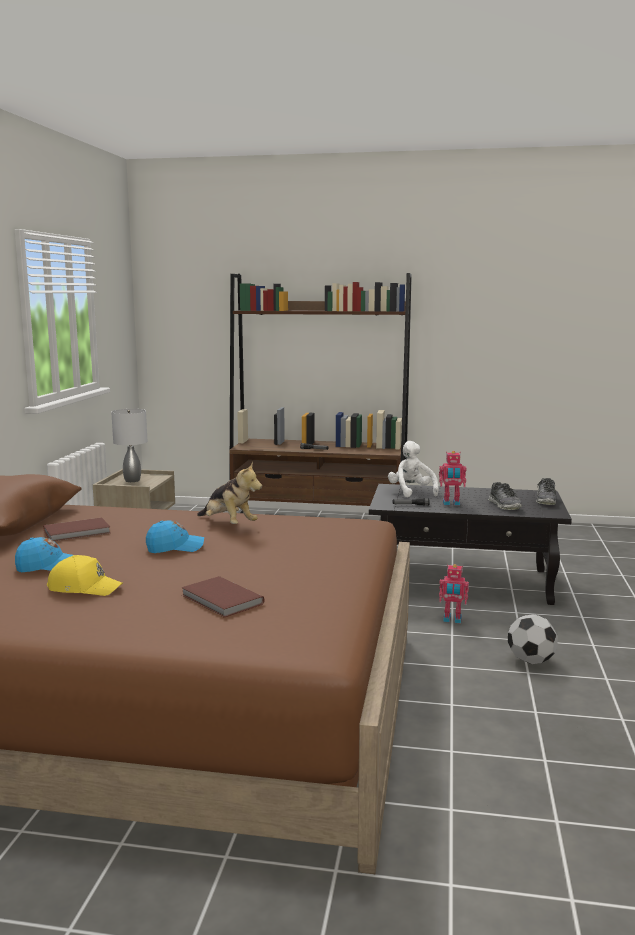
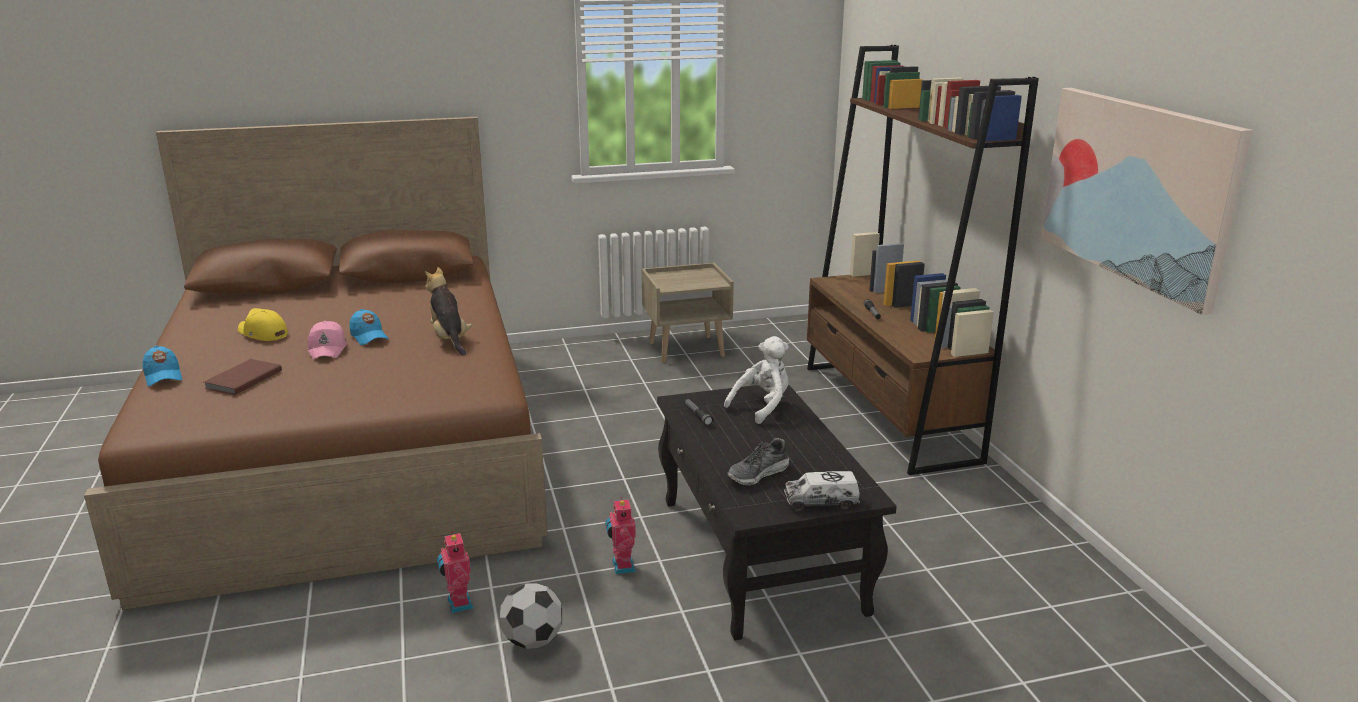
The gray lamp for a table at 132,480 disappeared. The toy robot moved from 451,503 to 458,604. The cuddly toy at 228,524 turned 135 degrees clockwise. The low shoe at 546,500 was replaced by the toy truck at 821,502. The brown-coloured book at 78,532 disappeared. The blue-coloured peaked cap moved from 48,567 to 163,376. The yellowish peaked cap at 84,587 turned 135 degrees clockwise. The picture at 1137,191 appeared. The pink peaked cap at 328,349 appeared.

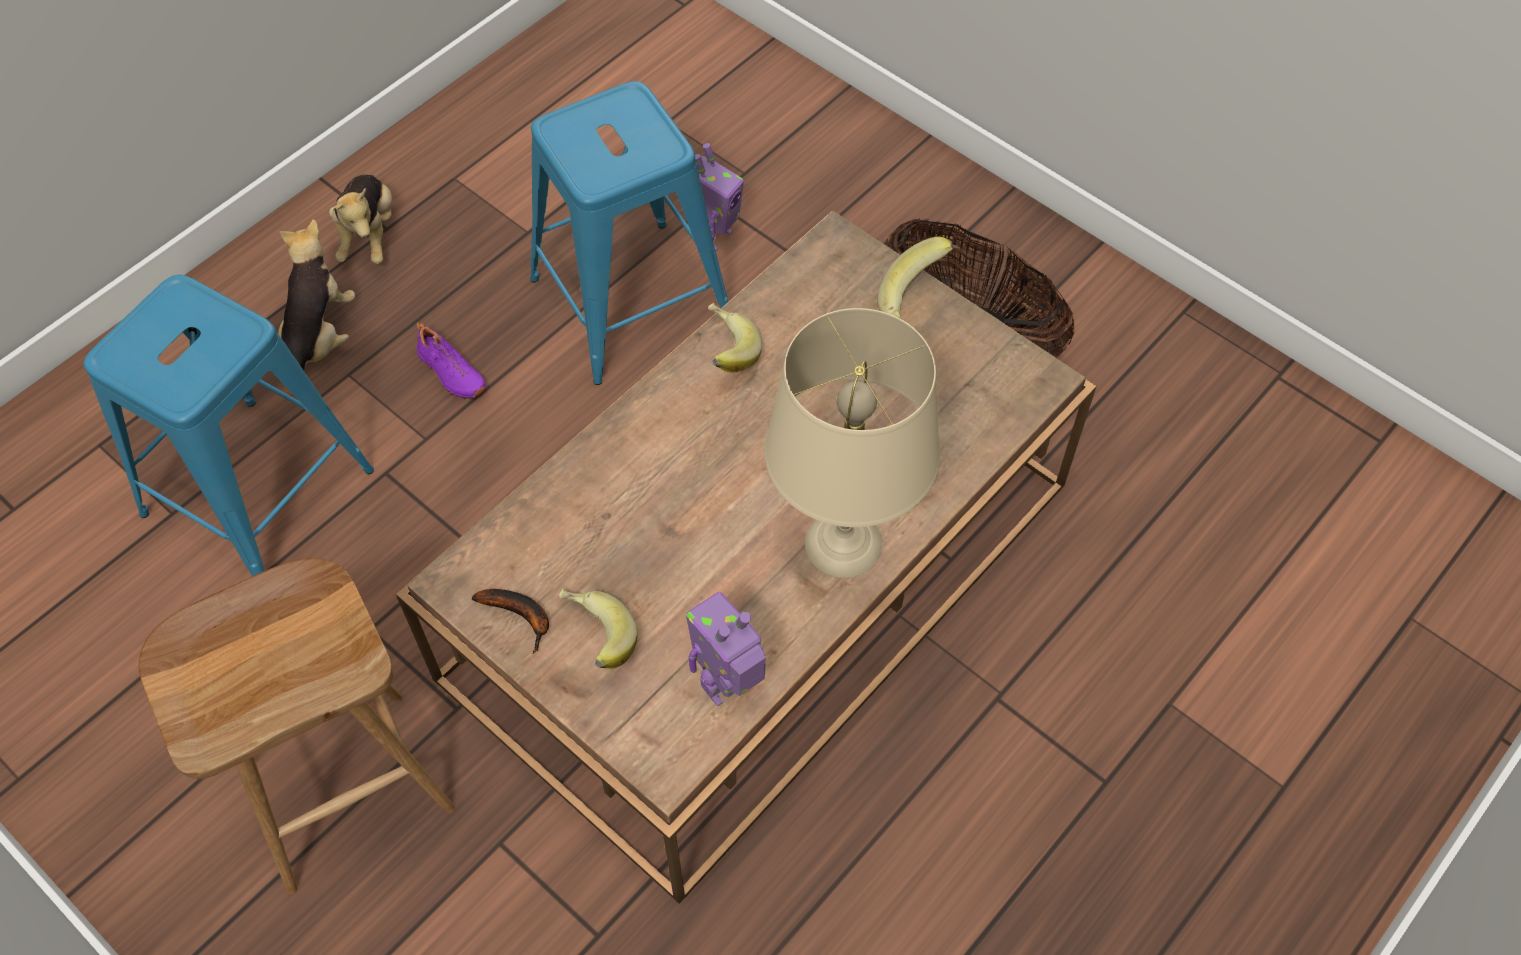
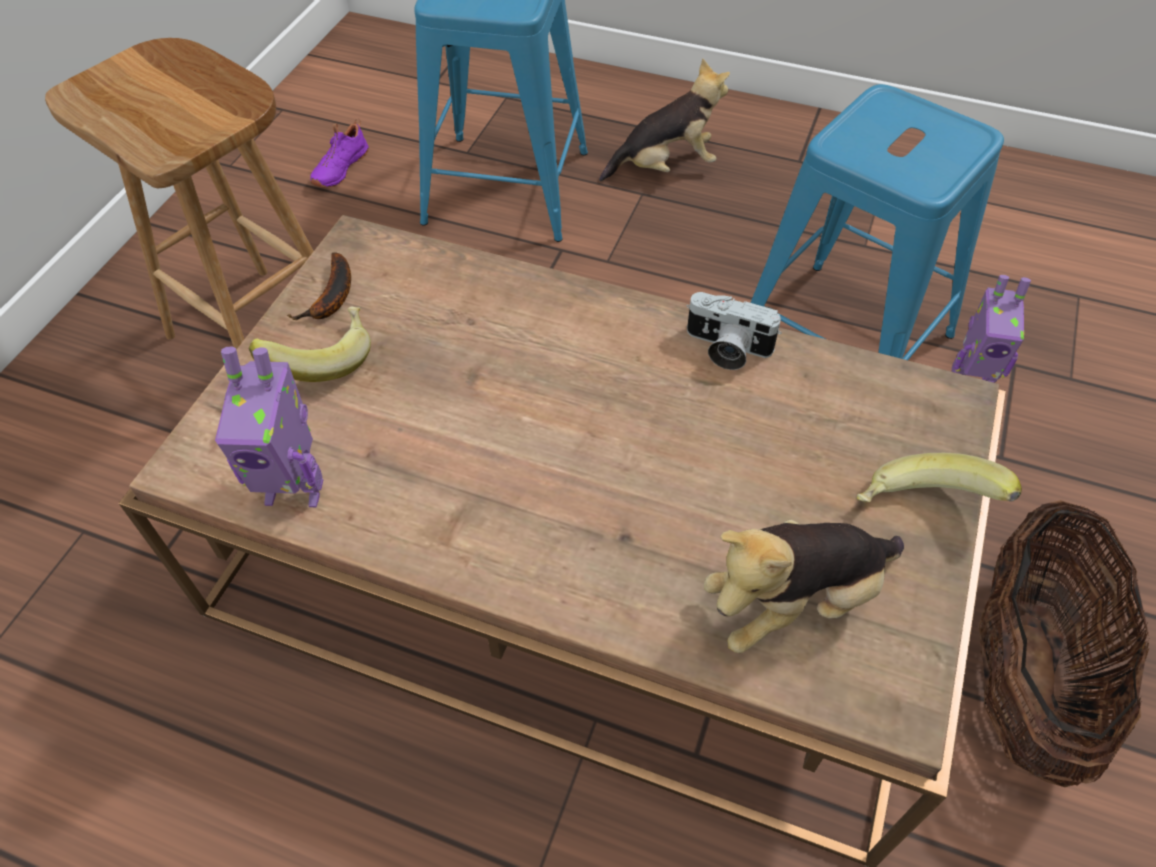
The cuddly toy moved from 369,235 to 795,601. The banana fruit at 724,352 was replaced by the photo camera at 726,349. The beige-coloured lamp for a table at 844,544 disappeared. The purplish low shoe moved from 450,373 to 339,168. The toy robot at 729,686 turned 150 degrees clockwise.

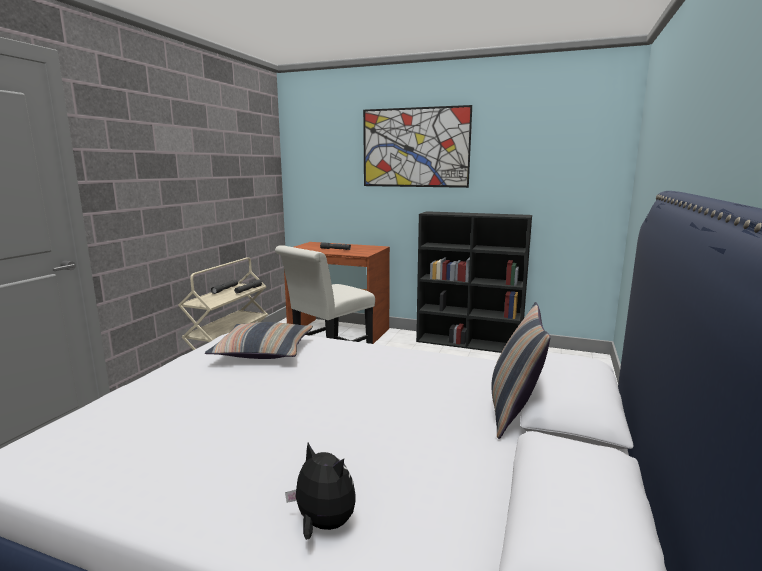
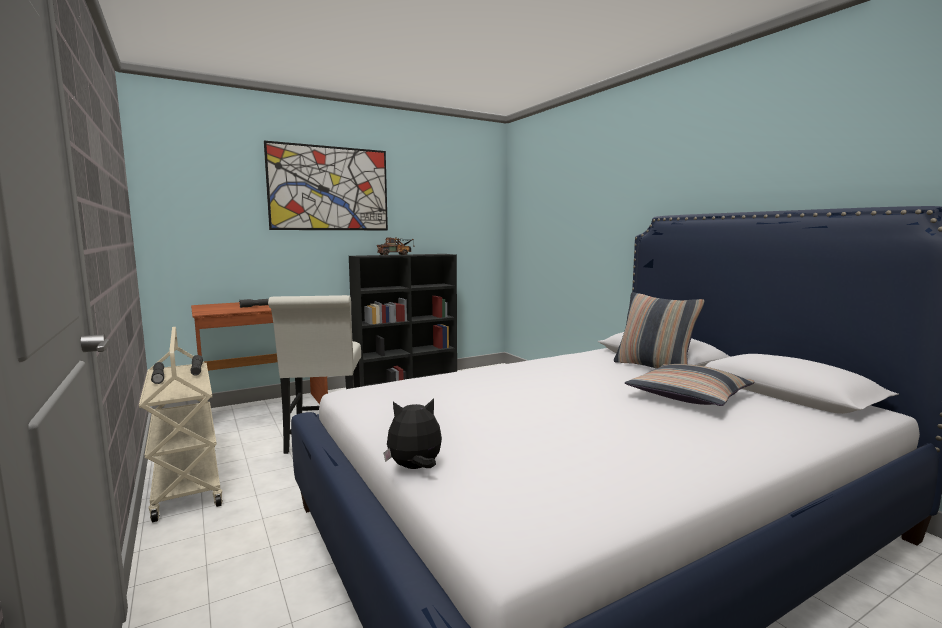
The pillow moved from 264,351 to 688,396. The cuddly toy moved from 323,525 to 415,468. The toy truck at 396,255 appeared.

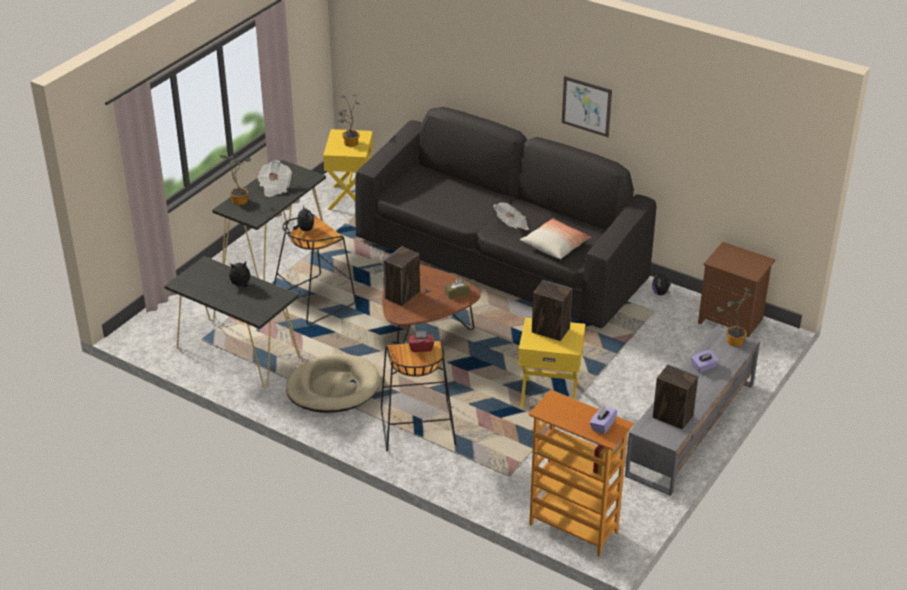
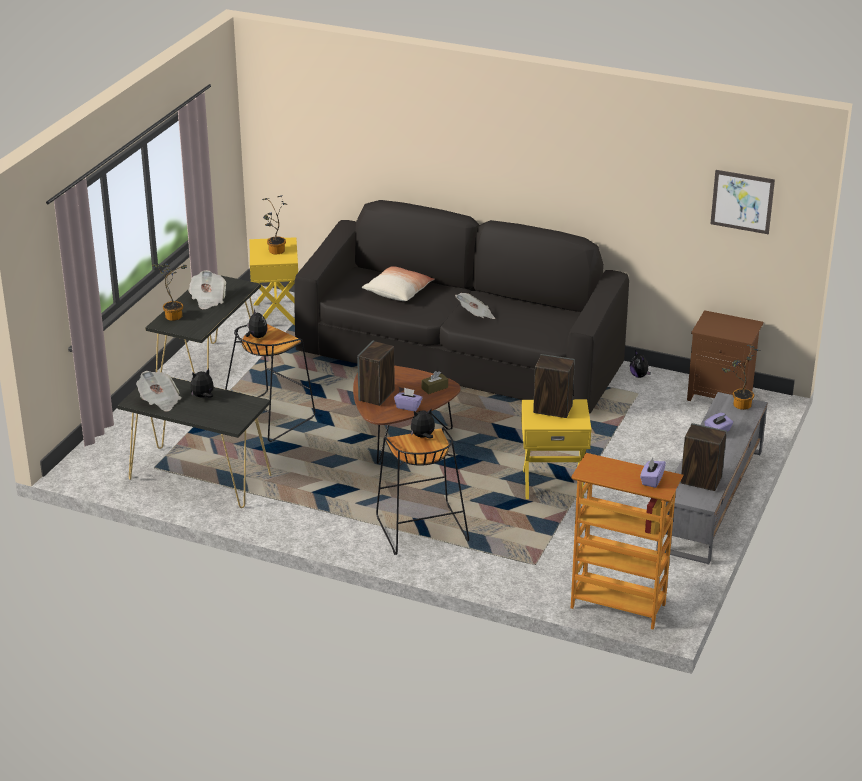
The picture moved from 586,106 to 742,201. The pillow moved from 555,246 to 398,292. The reddish tissue holder at 421,348 was replaced by the cuddly toy at 423,437. The beige-coloured dog cushion at 333,387 disappeared. The daily paper at 159,401 appeared. The purplish tissue holder at 408,406 appeared.

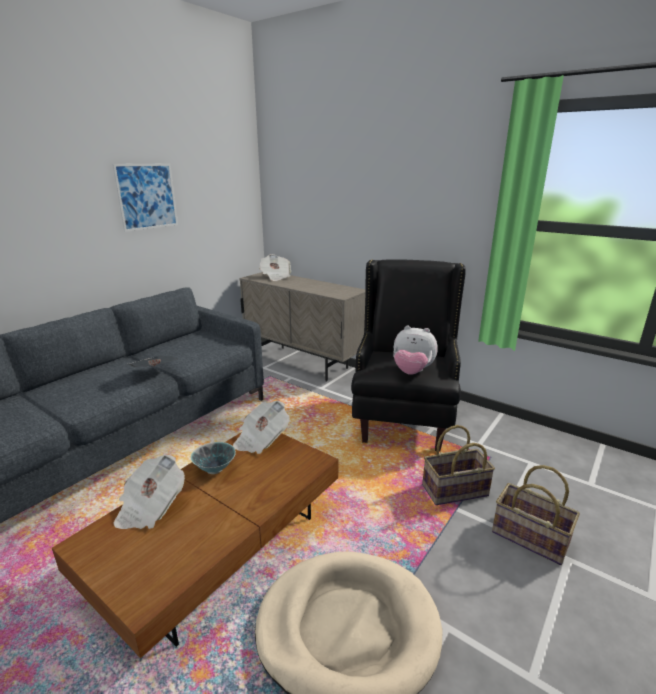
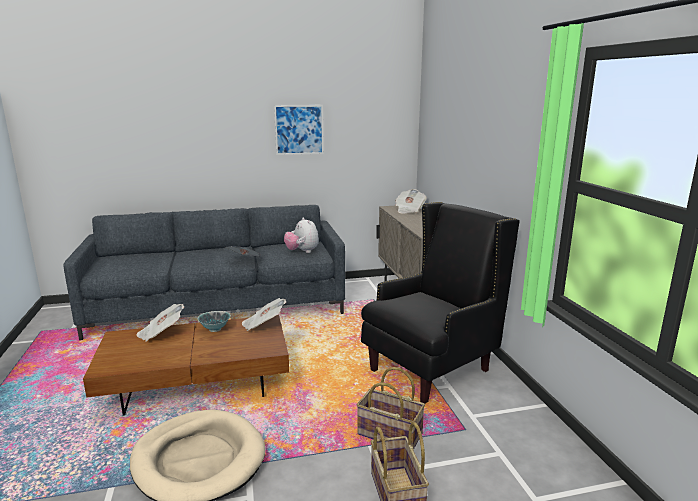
The cuddly toy moved from 412,372 to 302,252.

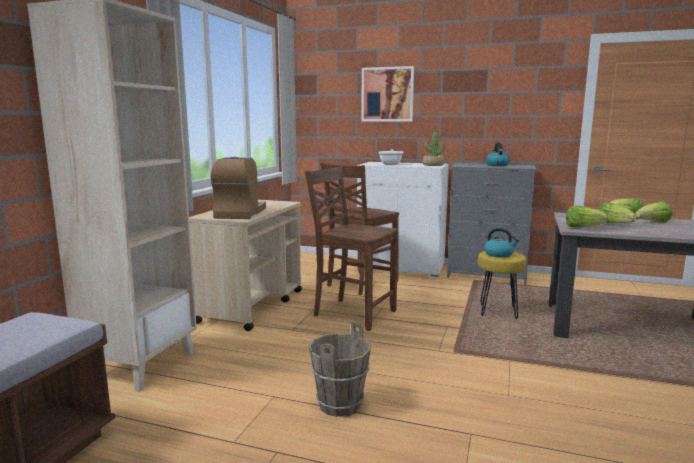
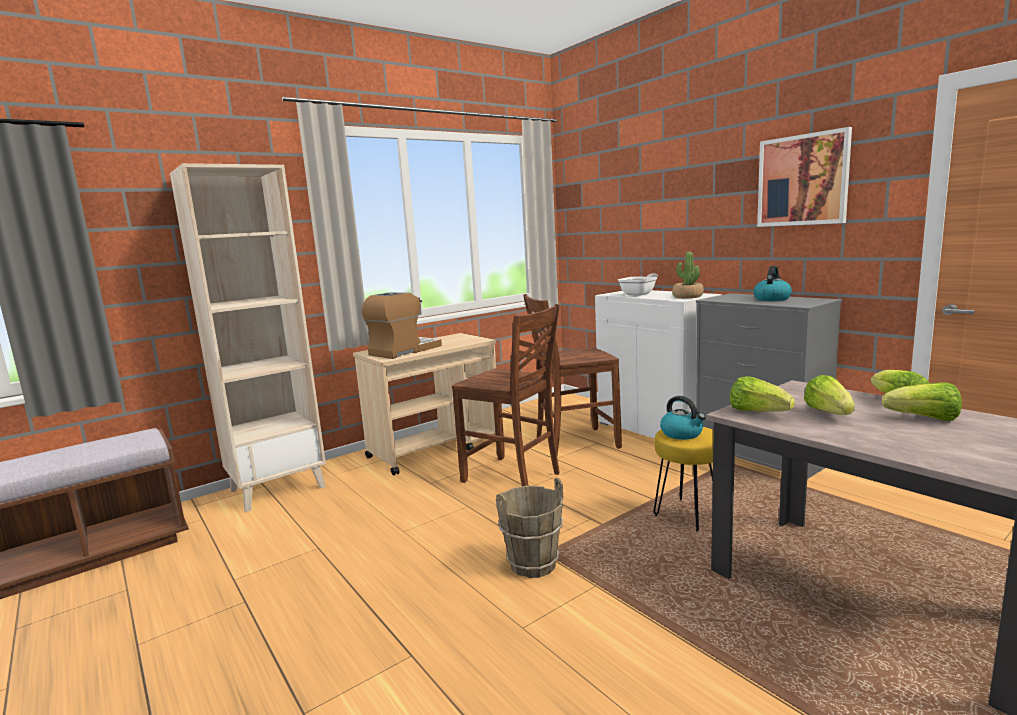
The picture moved from 387,94 to 802,180. The brown-coloured upright chair at 353,313 turned 150 degrees clockwise. The brown-coloured bucket moved from 339,405 to 532,564.

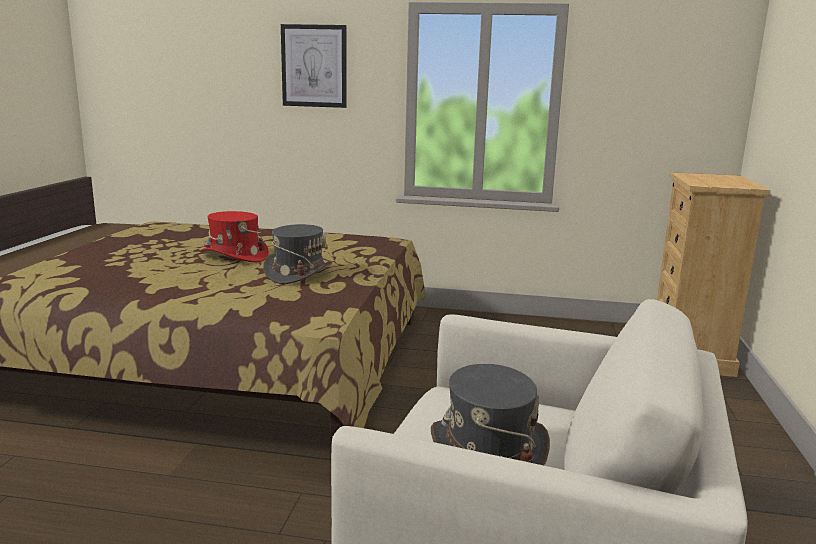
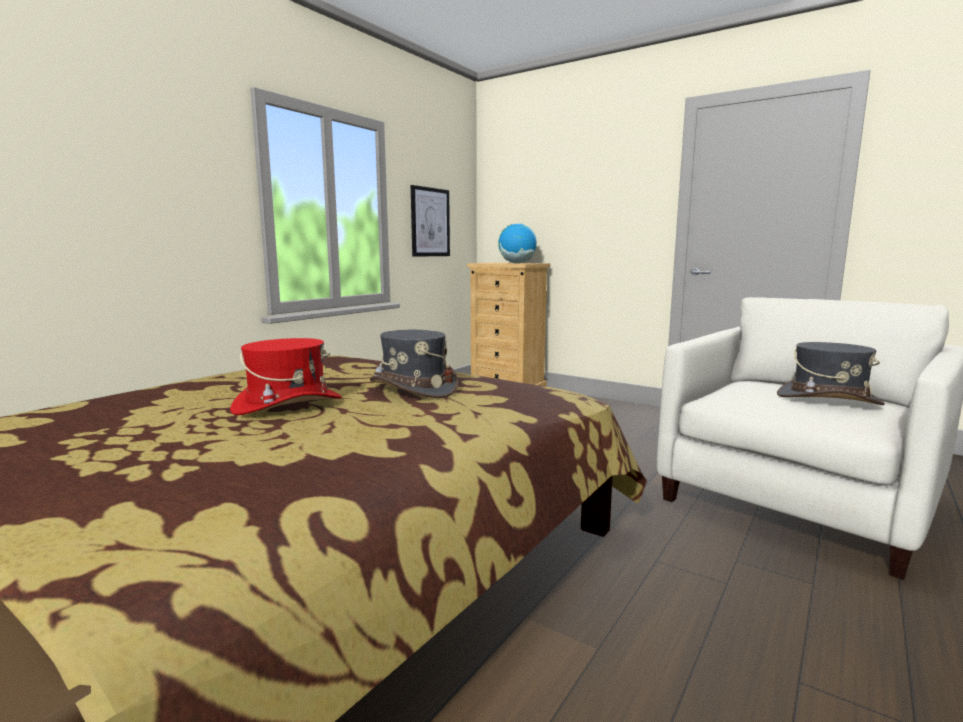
The picture moved from 314,66 to 430,222. The globe at 517,263 appeared.

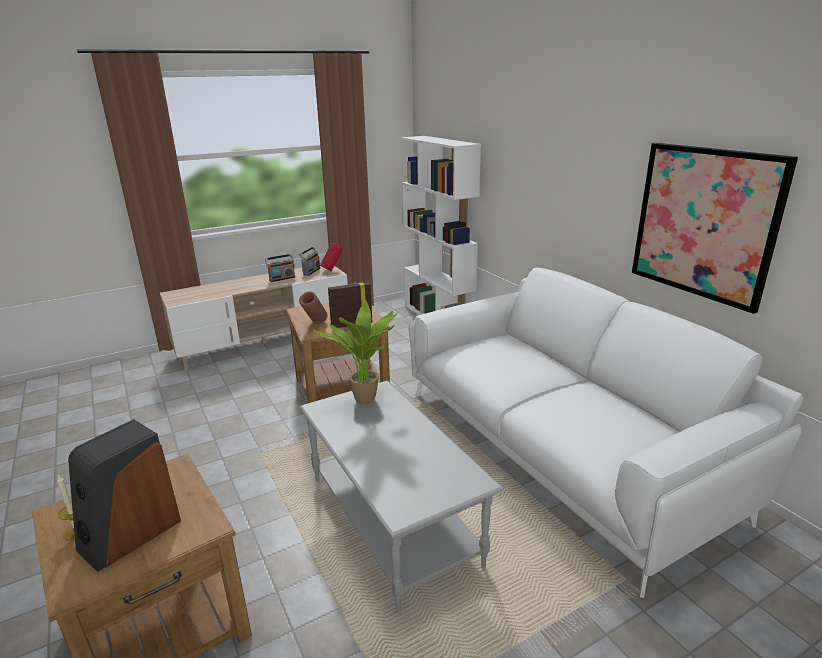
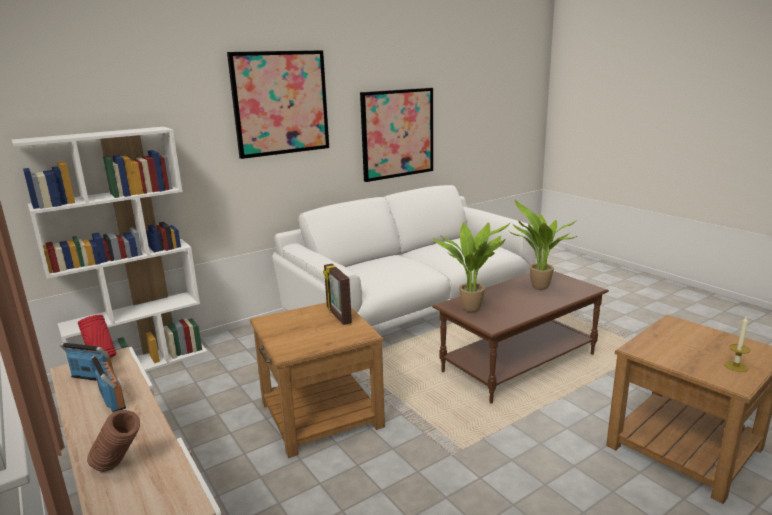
The brown-coloured flower vase moved from 315,324 to 120,467. The gray lounge table at 393,520 became the brown-coloured lounge table at 518,362. The speaker at 130,533 disappeared. The picture at 280,103 appeared. The houseplant at 538,288 appeared.

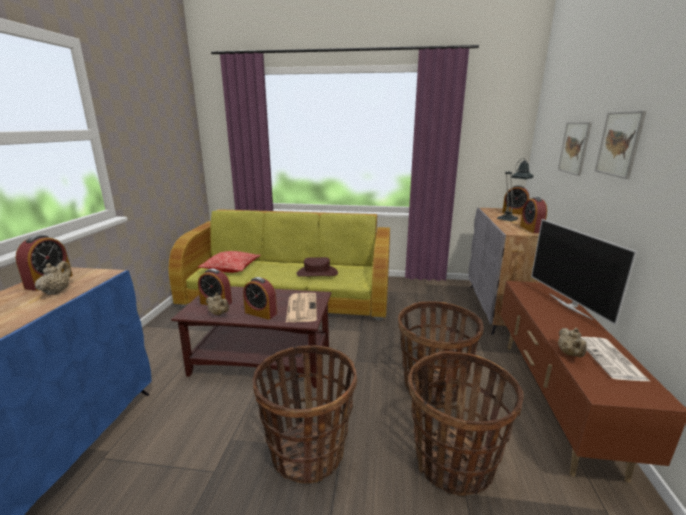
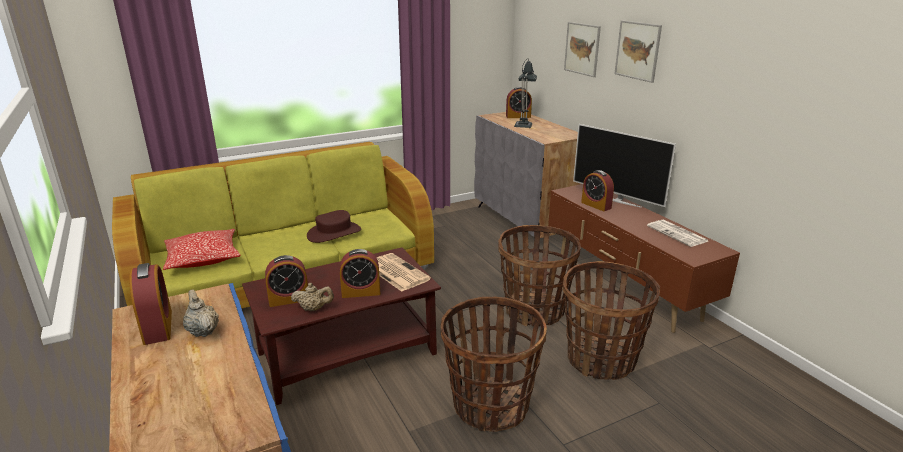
The alarm clock moved from 531,229 to 596,205. The beige-coloured teapot at 569,354 disappeared.

